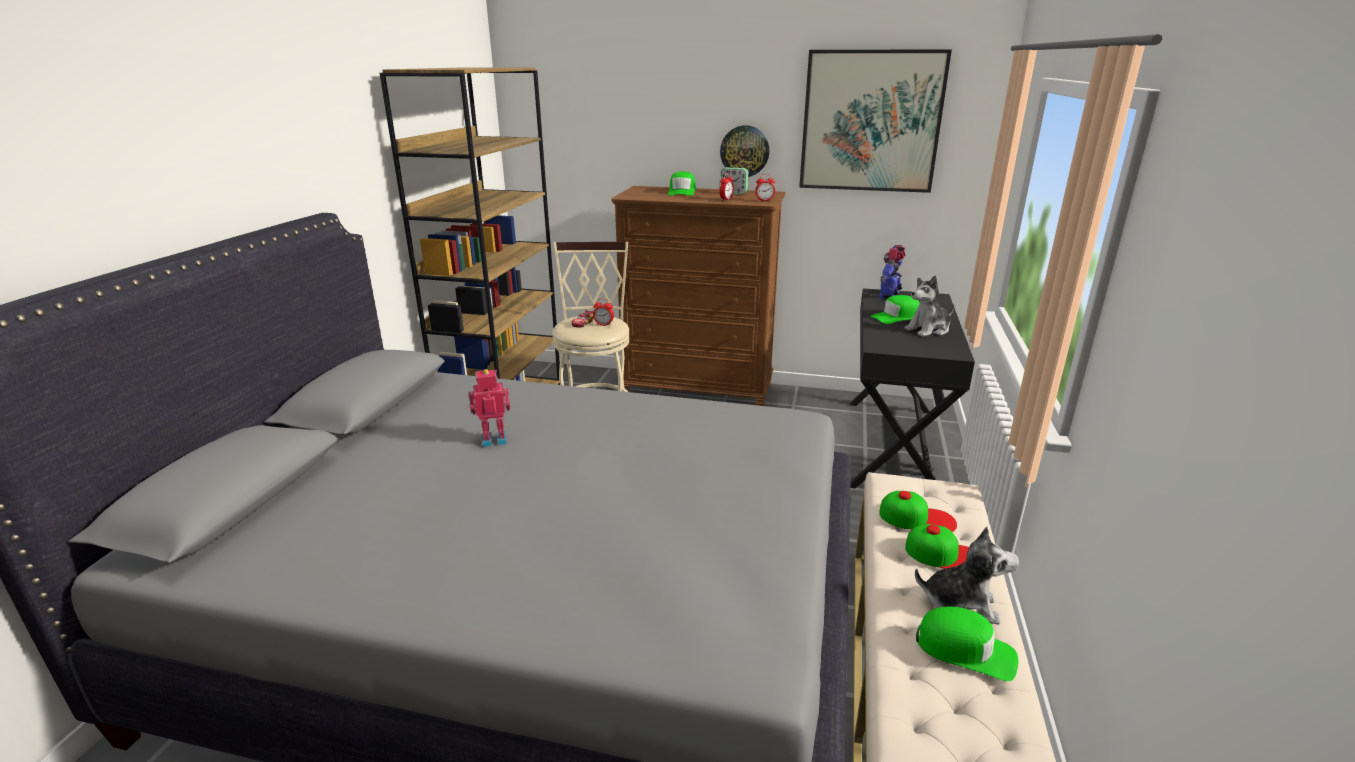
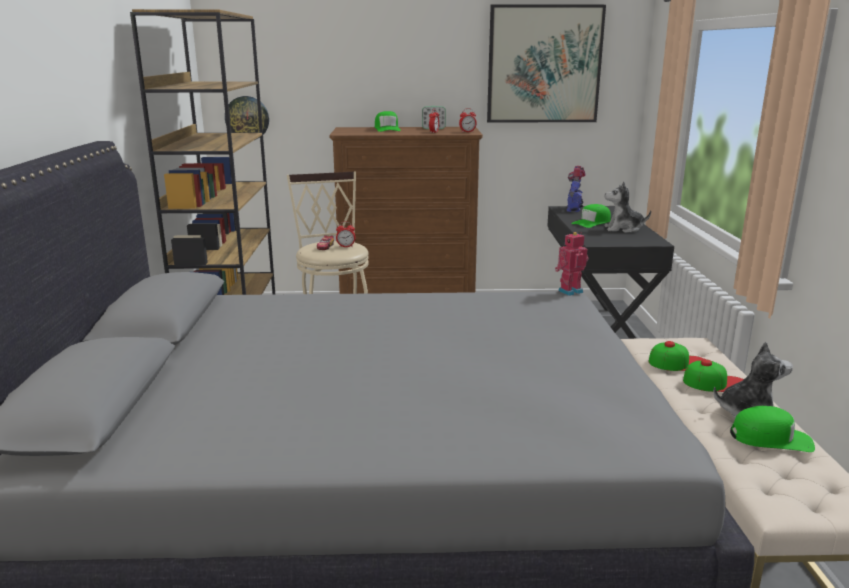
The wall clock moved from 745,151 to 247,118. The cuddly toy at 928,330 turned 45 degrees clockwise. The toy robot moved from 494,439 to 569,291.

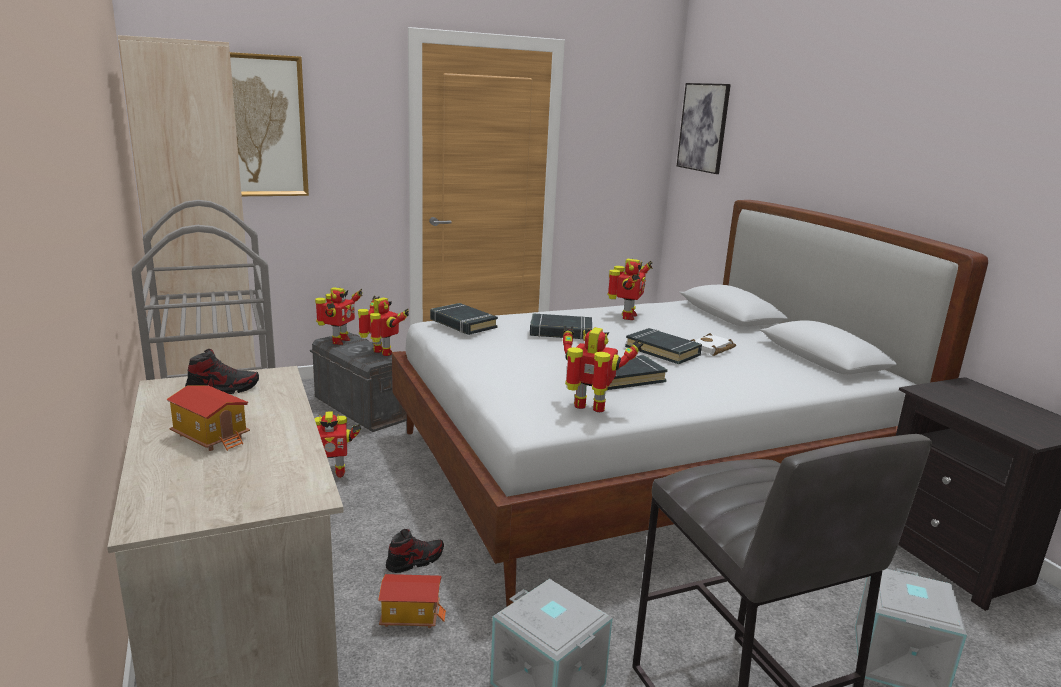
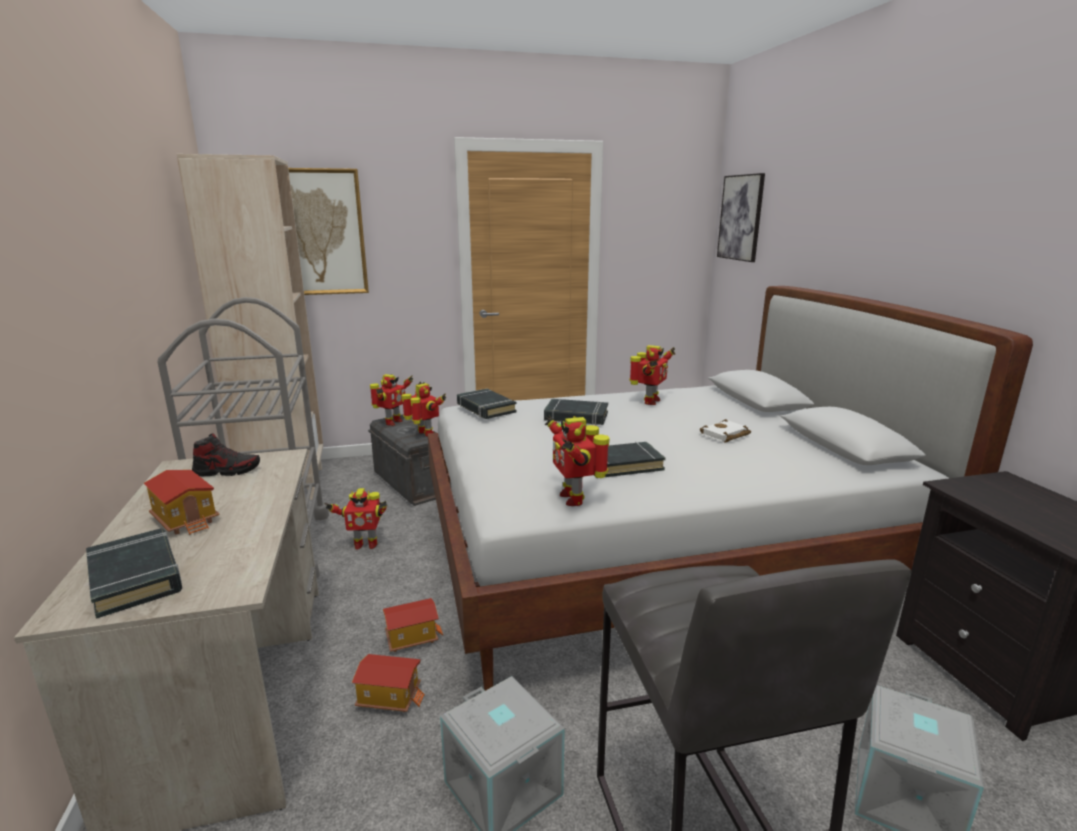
The toy robot at 590,409 turned 135 degrees counterclockwise. The black-coloured book moved from 663,351 to 136,577. The low shoe at 415,561 was replaced by the model house at 412,638.

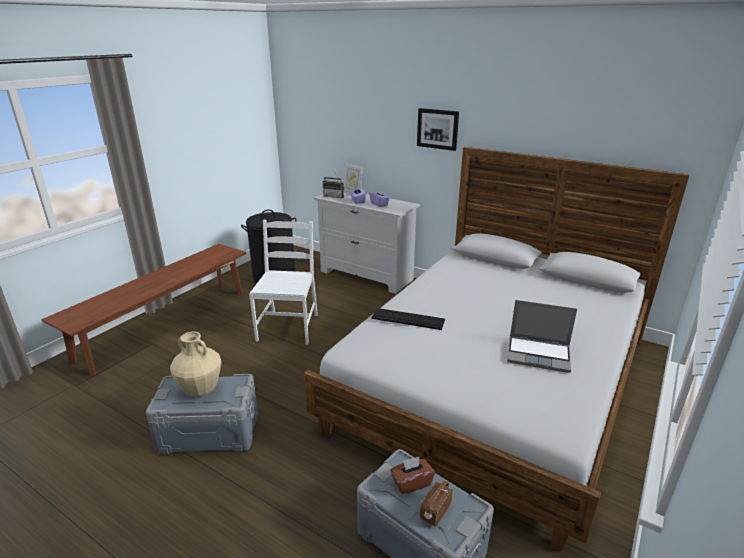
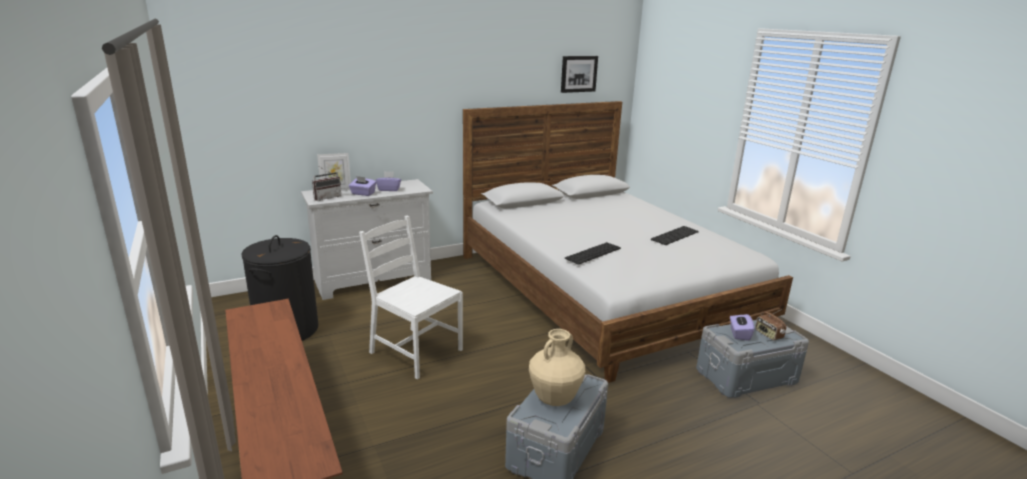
The picture moved from 437,129 to 578,74. The notebook computer at 539,354 was replaced by the keyboard at 674,235. The brown-coloured tissue holder at 411,483 became the purplish tissue holder at 739,334.

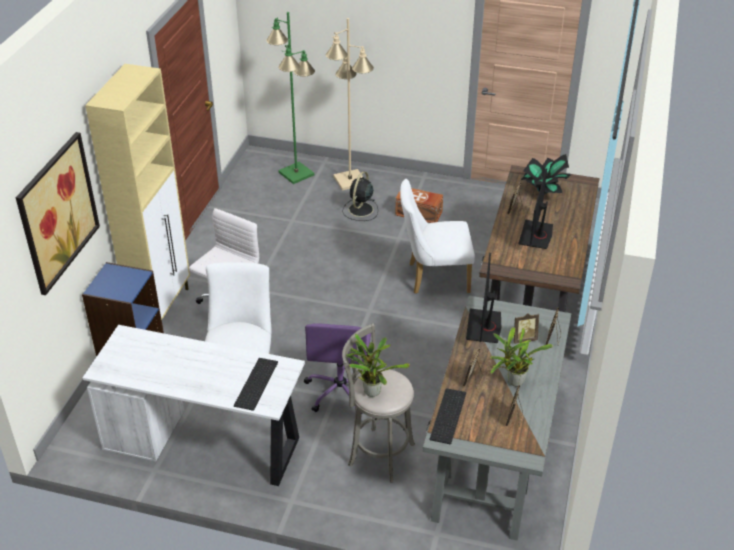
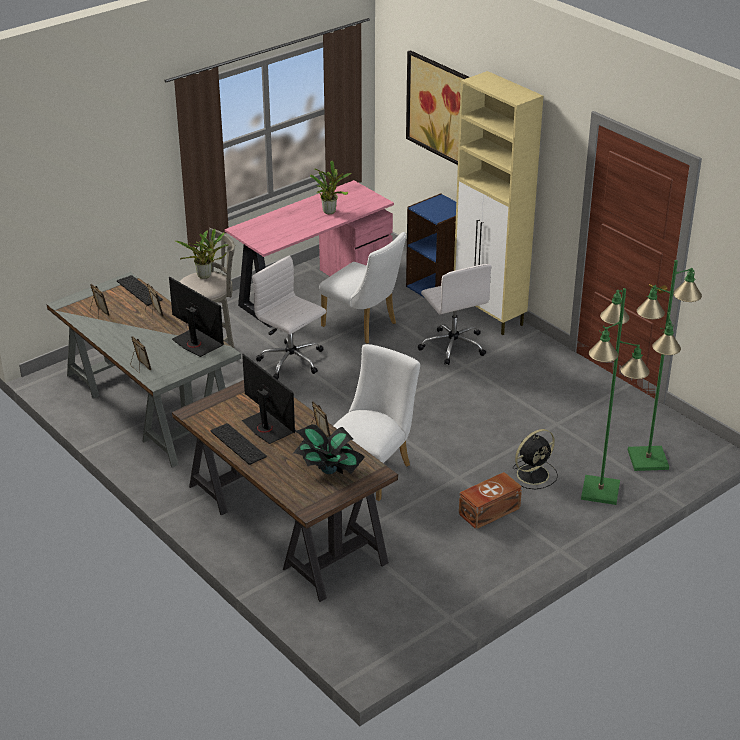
The beige-coloured standard lamp at 349,180 became the greenish standard lamp at 601,490. The black-coloured electric fan at 360,210 turned 90 degrees clockwise. The picture frame at 523,339 disappeared. The purplish desk chair at 340,391 became the whitish desk chair at 292,361. The whitish desk table at 205,443 became the pink desk table at 312,291. The houseplant moved from 513,382 to 330,211. The keyboard moved from 257,384 to 236,444.

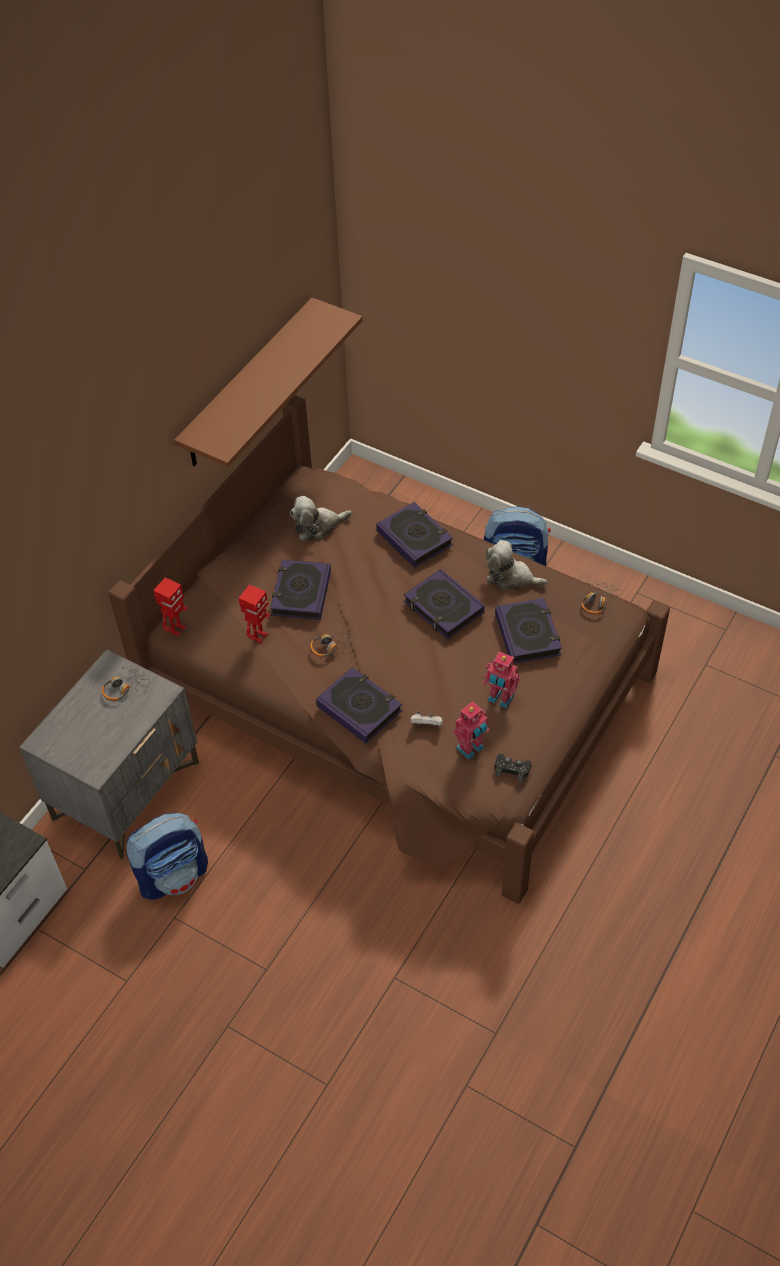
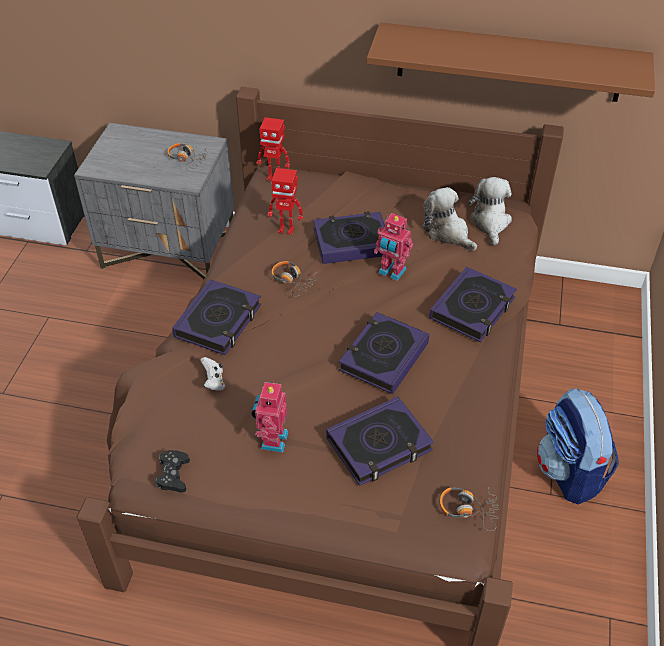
The cuddly toy moved from 511,578 to 490,222. The toy robot moved from 471,749 to 391,272. The backpack at 173,875 disappeared.

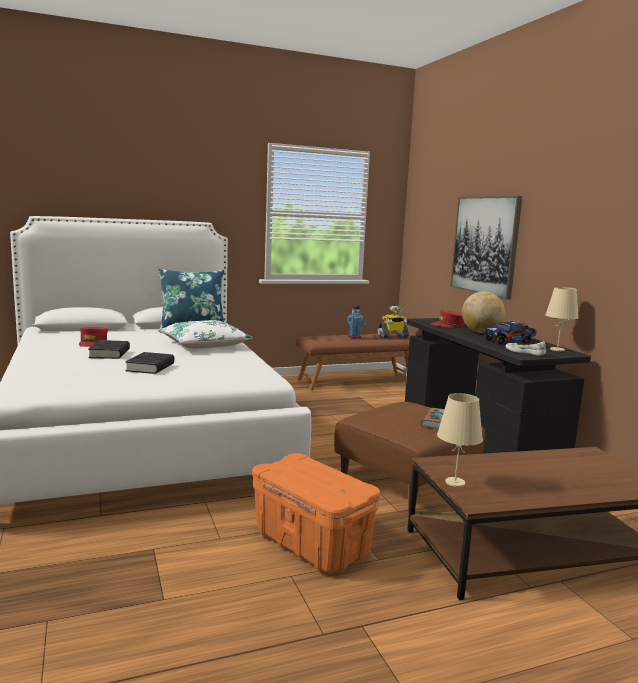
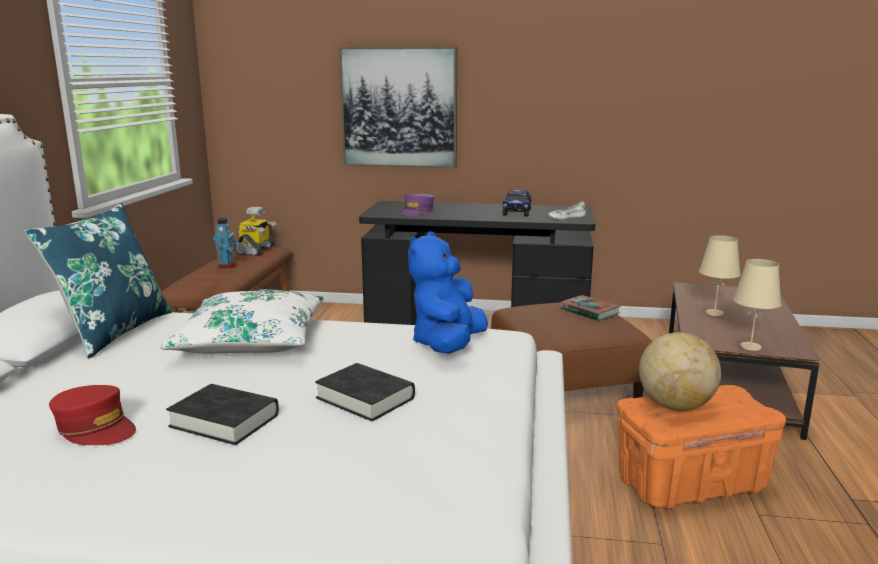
The beige-coloured lamp for a table moved from 557,349 to 714,313. The globe moved from 481,332 to 675,406. The reddish peaked cap at 449,325 became the purplish peaked cap at 417,212. The blue-coloured cuddly toy at 448,345 appeared.

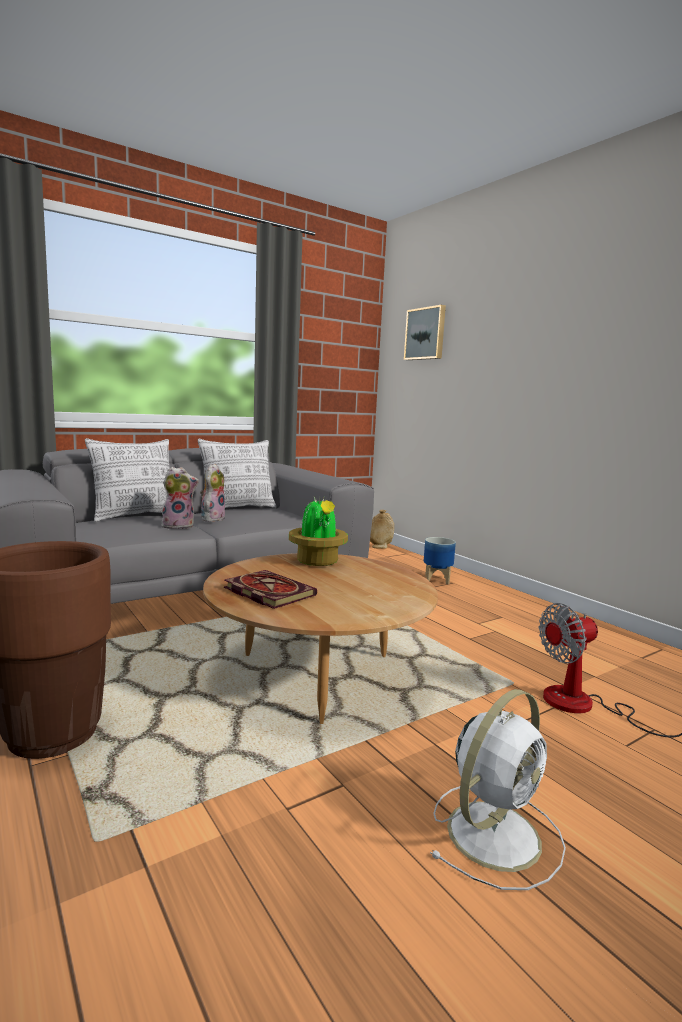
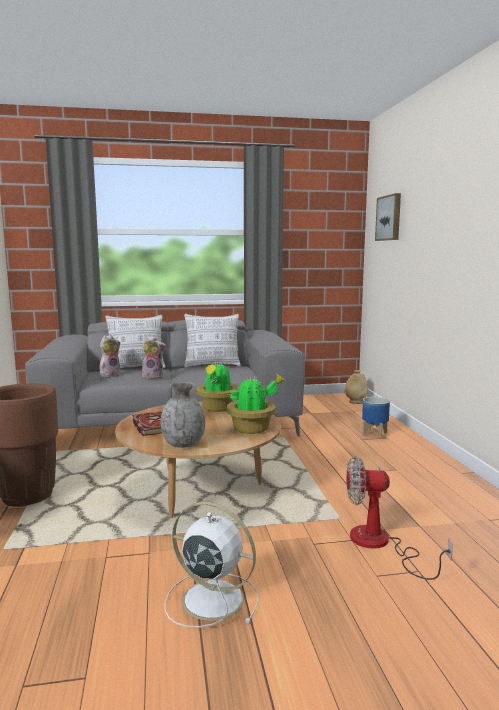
The cuddly toy moved from 212,518 to 110,375. The whitish electric fan at 495,832 turned 135 degrees counterclockwise. The houseplant at 253,429 appeared. The gray flower vase at 183,444 appeared.

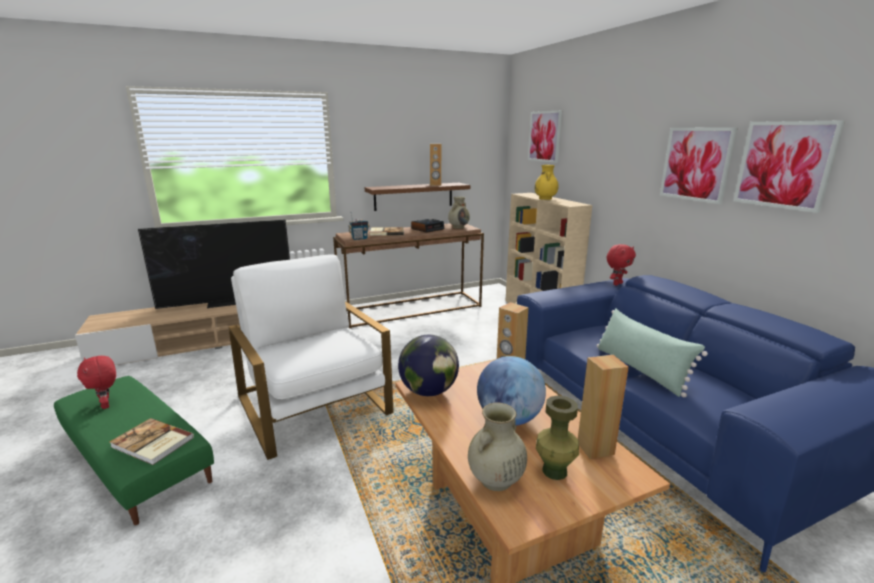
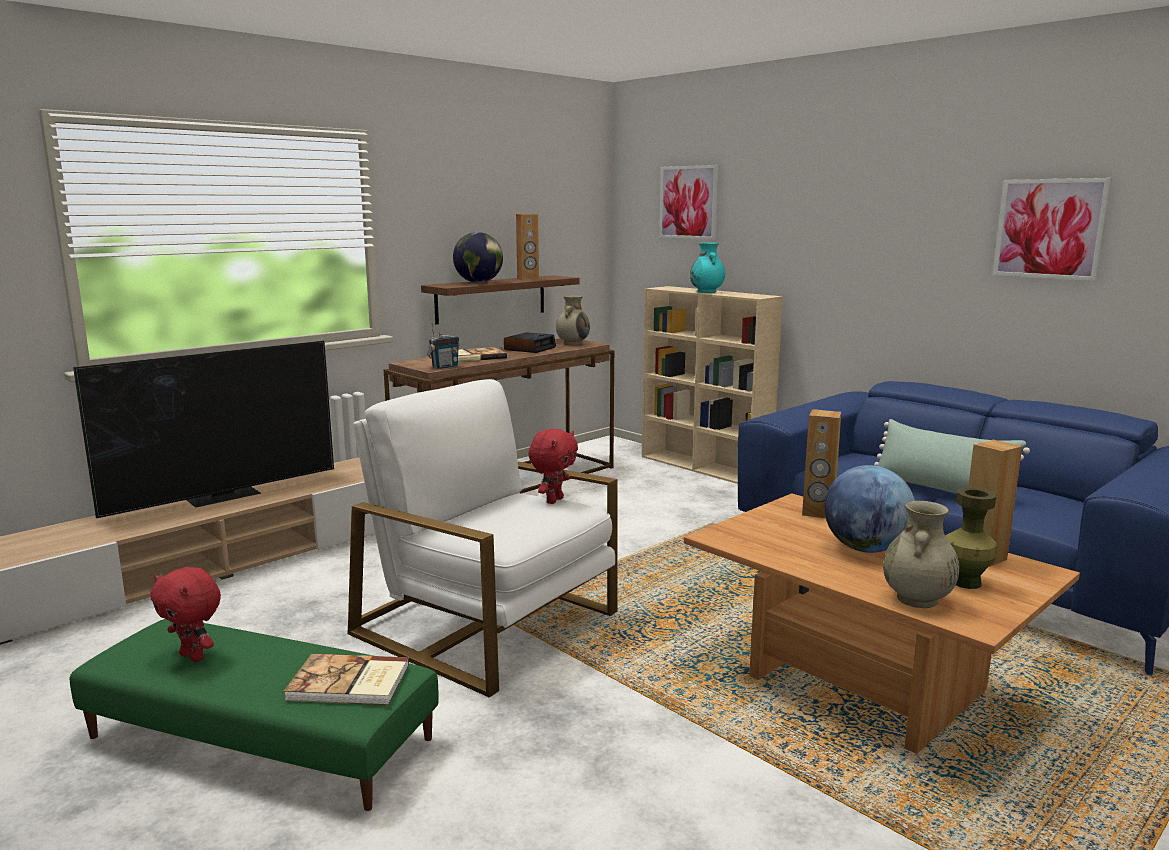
The picture at 696,164 disappeared. The yellowish flower vase at 545,198 became the turquoise-coloured flower vase at 707,292. The reddish cuddly toy moved from 617,284 to 553,500. The globe moved from 428,391 to 478,282.

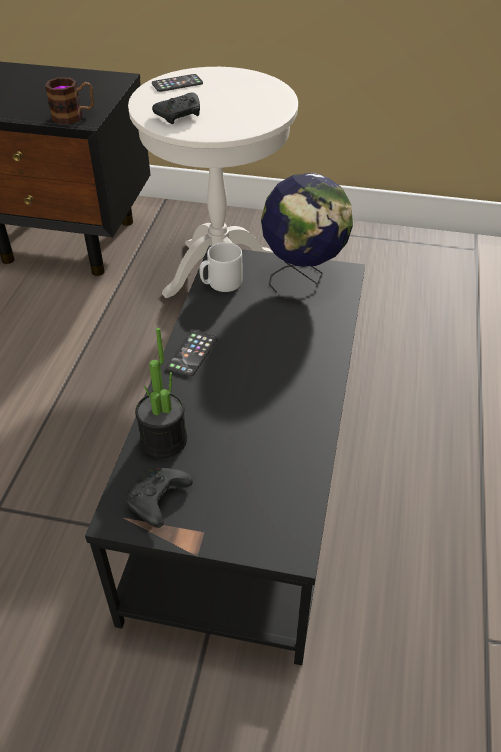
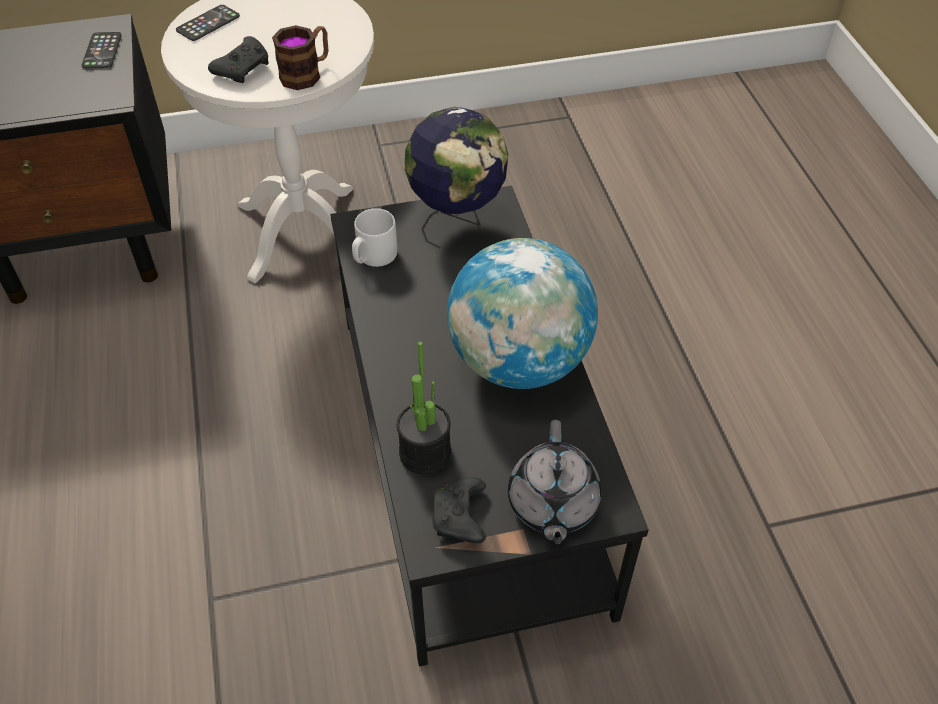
The coffee mug moved from 74,116 to 307,73. The phone moved from 192,353 to 102,51. The globe at 519,361 appeared. The gray teapot at 552,504 appeared.

